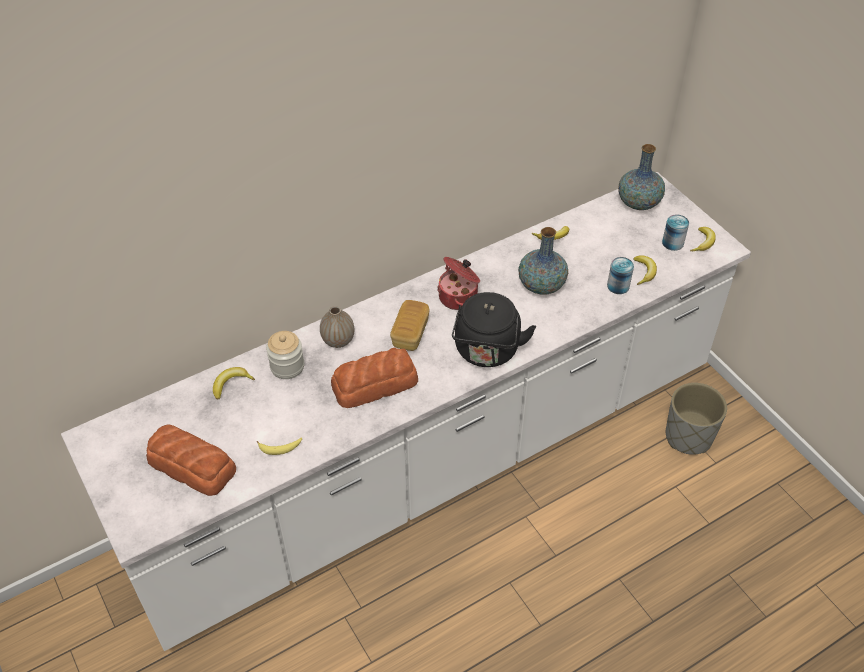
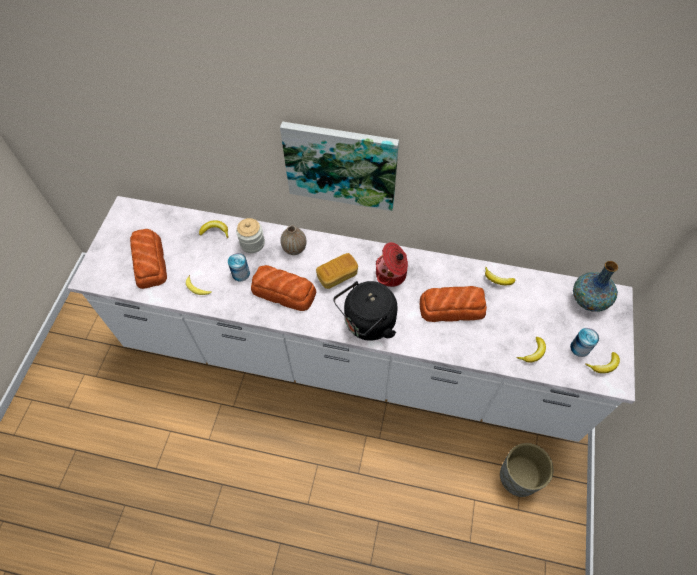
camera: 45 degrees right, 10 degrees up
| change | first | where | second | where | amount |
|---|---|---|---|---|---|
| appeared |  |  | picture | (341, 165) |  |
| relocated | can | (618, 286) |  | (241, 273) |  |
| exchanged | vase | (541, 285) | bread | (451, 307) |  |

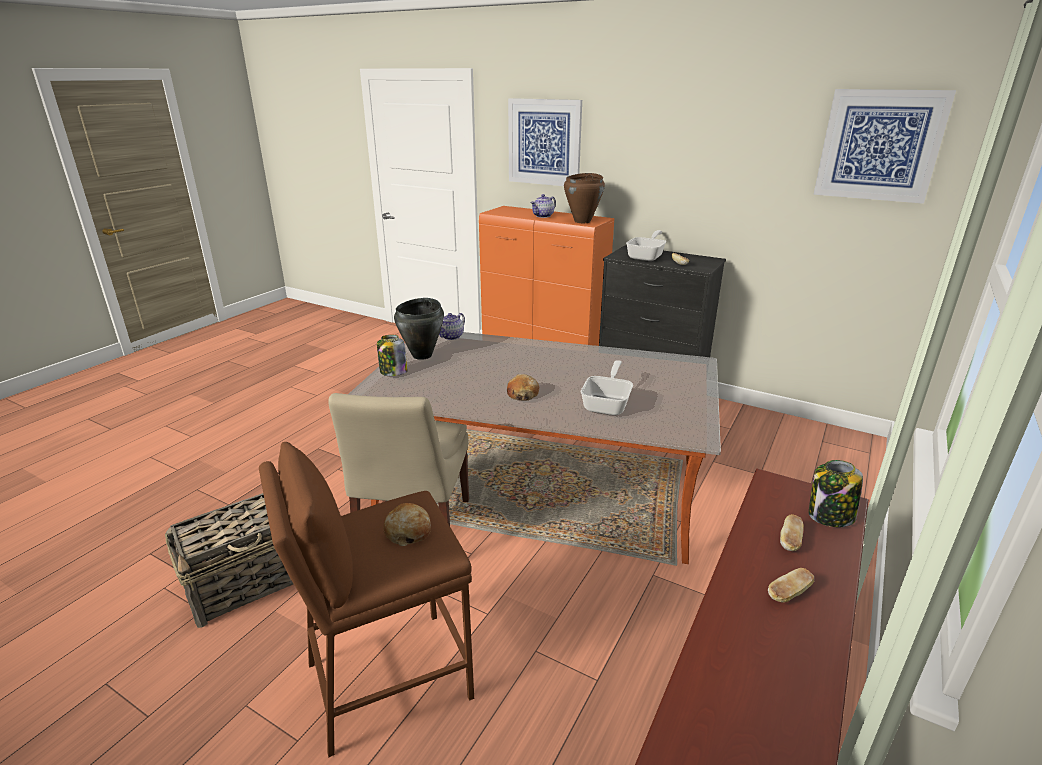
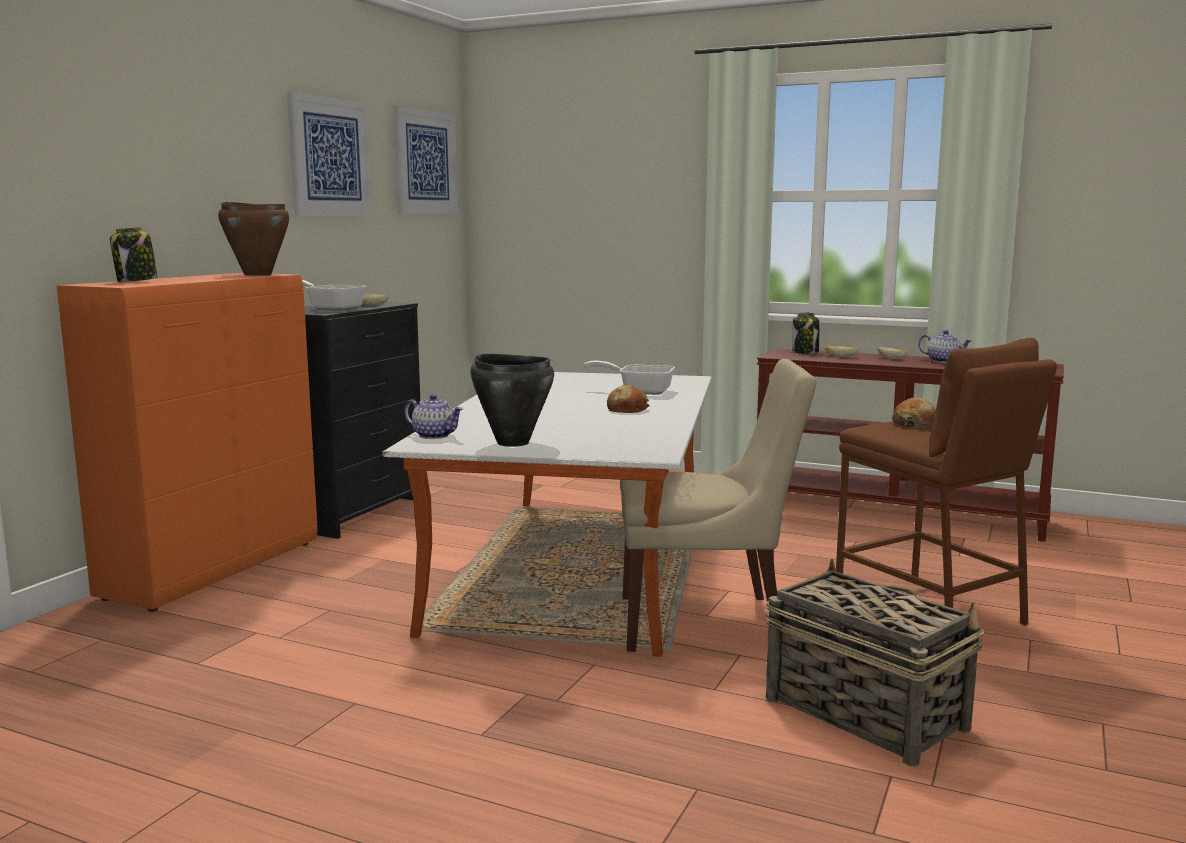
camera: 95 degrees left, 15 degrees down
| change | first | where | second | where | amount |
|---|---|---|---|---|---|
| relocated | jar | (393, 372) |  | (136, 281) |  |
| relocated | picture | (544, 142) |  | (330, 157) |  |
| relocated | teapot | (543, 216) |  | (944, 361) |  |

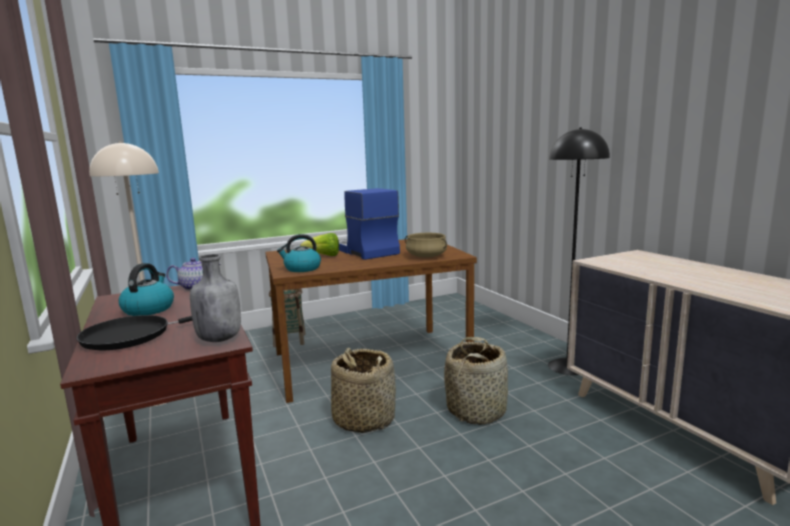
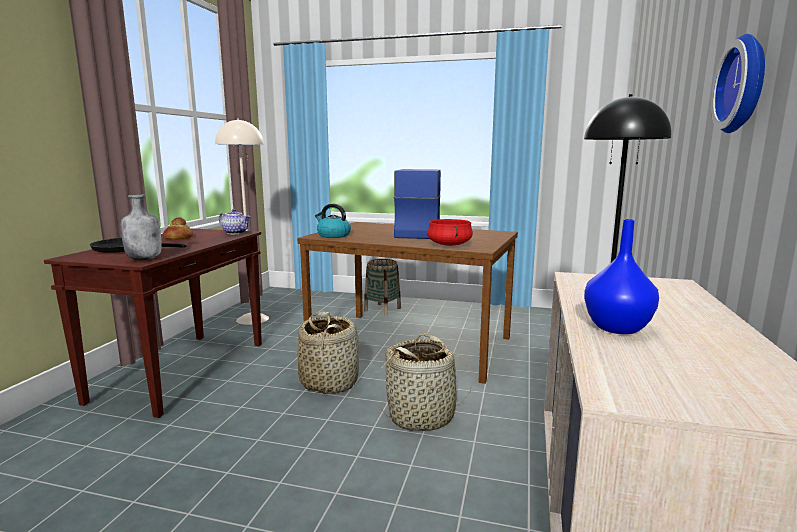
camera: 40 degrees right, 0 degrees up
| change | first | where | second | where | amount |
|---|---|---|---|---|---|
| missing | lettuce | (324, 256) |  |  |  |
| appeared |  |  | blue vase | (615, 327) |  |
| appeared |  |  | wall clock | (746, 84) |  |
| exchanged | kettle | (149, 309) | bread | (178, 238) |  |
| colour | beige cooking pot | (426, 256) | red cooking pot | (449, 244) |  |

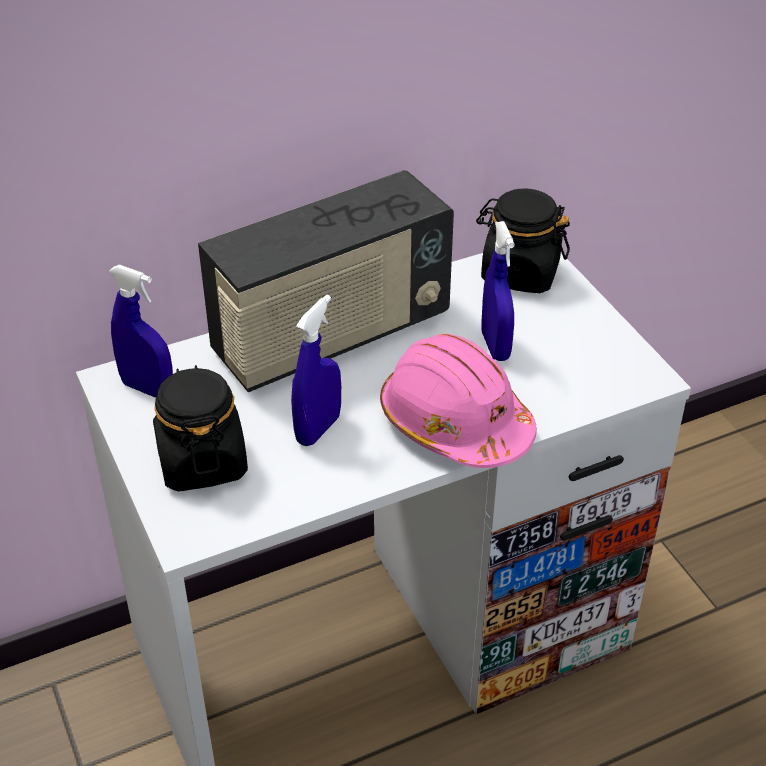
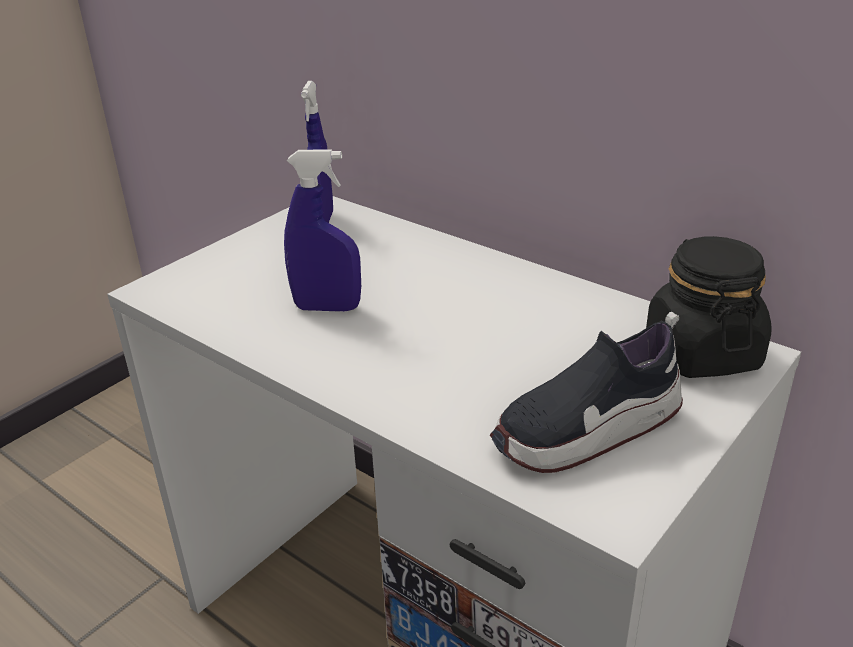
camera: 65 degrees right, 10 degrees down
| change | first | where | second | where | amount |
|---|---|---|---|---|---|
| missing | black jar | (202, 461) |  |  |  |
| missing | radio | (331, 336) |  |  |  |
| missing | pink hard hat | (455, 423) |  |  |  |
| missing | blue spray bottle | (495, 346) |  |  |  |
| appeared |  |  | shoe | (587, 431) |  |

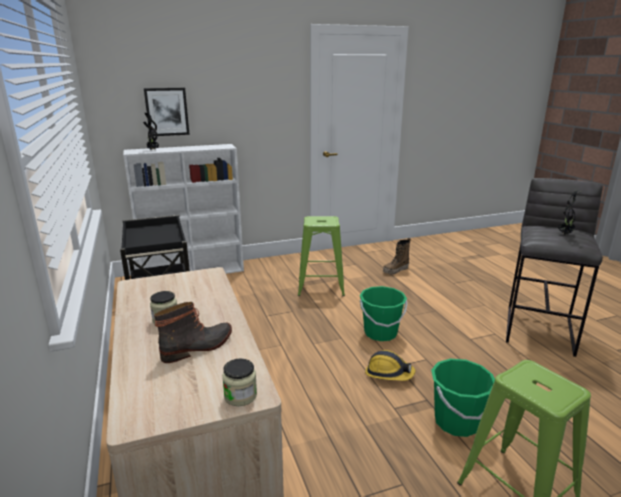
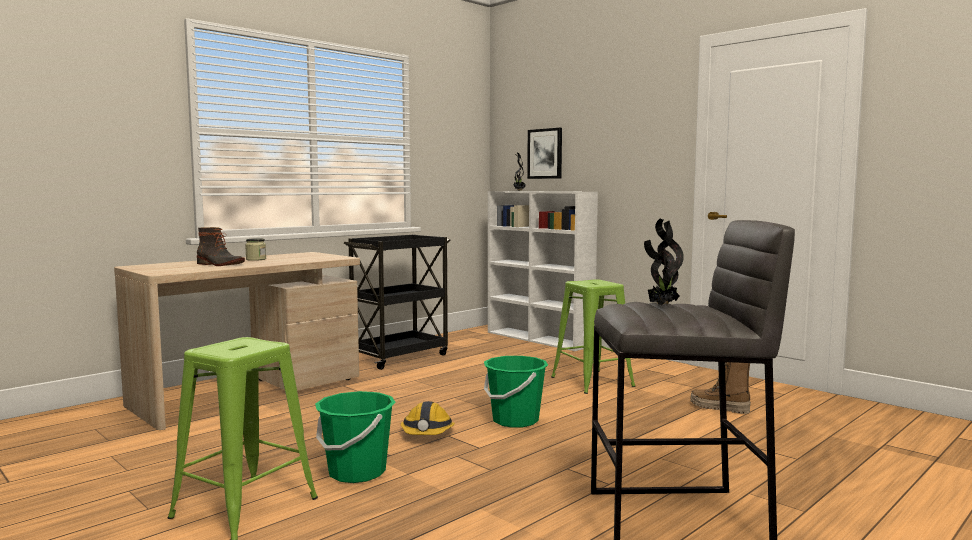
camera: 65 degrees right, 15 degrees down
| change | first | where | second | where | amount |
|---|---|---|---|---|---|
| missing | jar | (240, 395) |  |  |  |

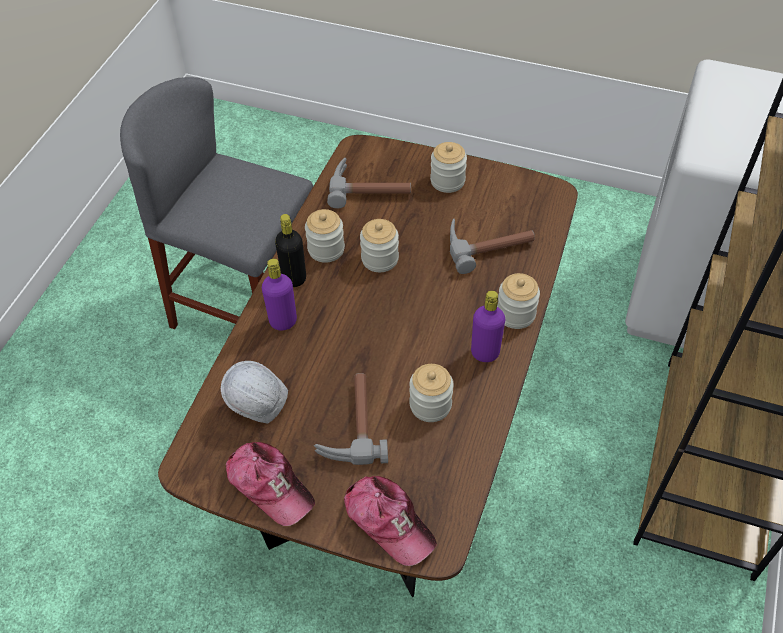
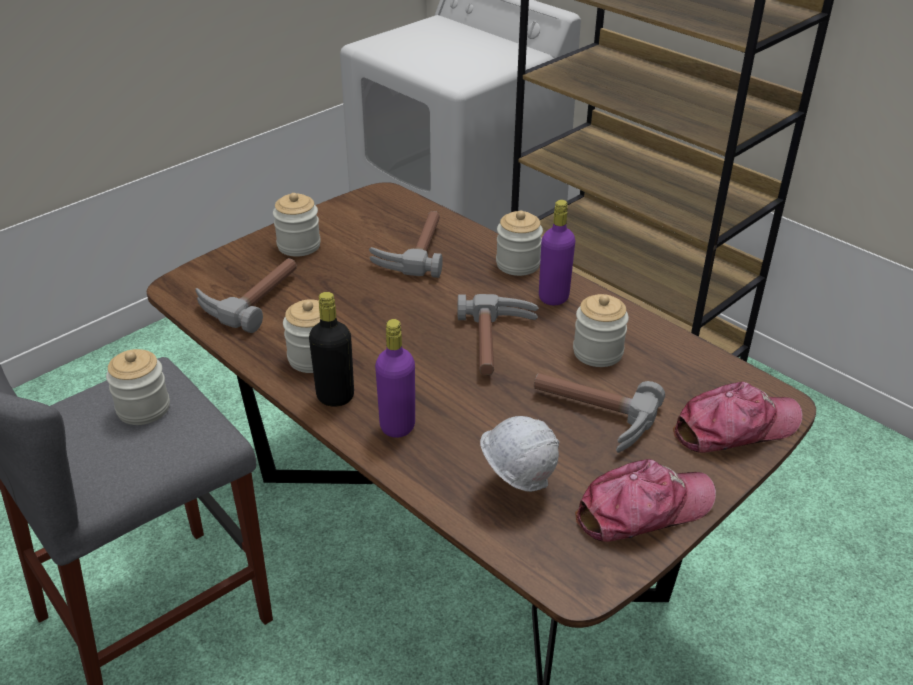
camera: 65 degrees left, 15 degrees down
| change | first | where | second | where | amount |
|---|---|---|---|---|---|
| appeared |  |  | hammer | (498, 344) |  |
| relocated | jar | (380, 259) |  | (143, 408) |  |

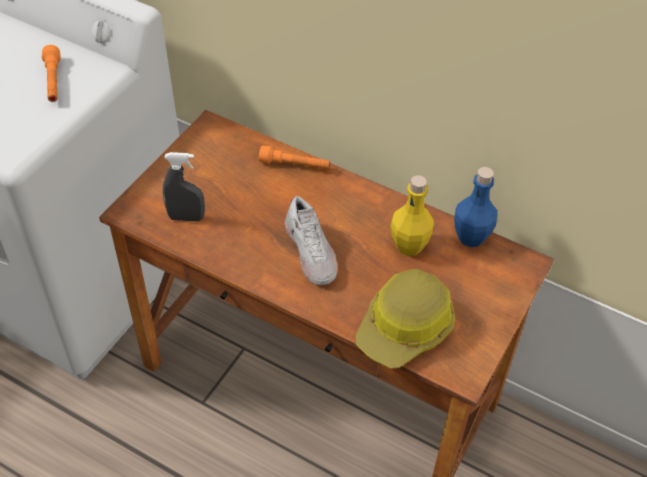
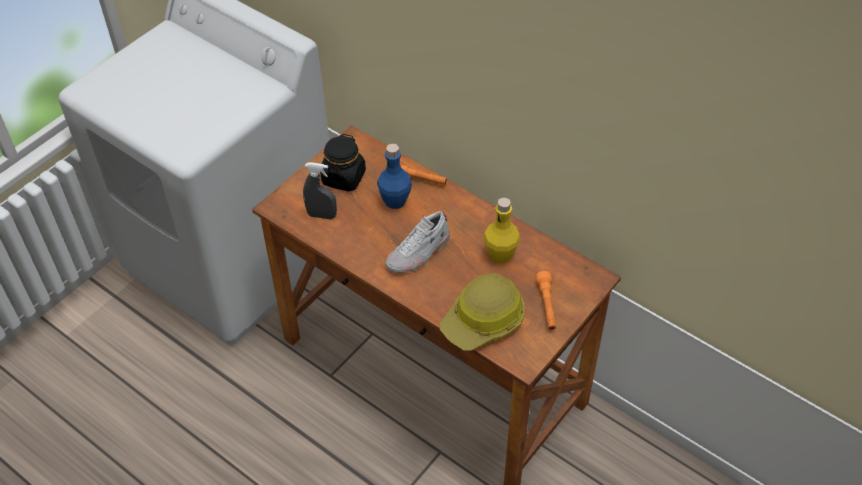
camera: 10 degrees right, 0 degrees up
| change | first | where | second | where | amount |
|---|---|---|---|---|---|
| appeared |  |  | black jar | (343, 178) |  |
| relocated | orange flashlight | (53, 81) |  | (547, 306) |  |
| relocated | blue bottle | (471, 237) |  | (395, 201) |  |
| spun | white shoe | (311, 252) |  | (419, 253) | 60 degrees clockwise |

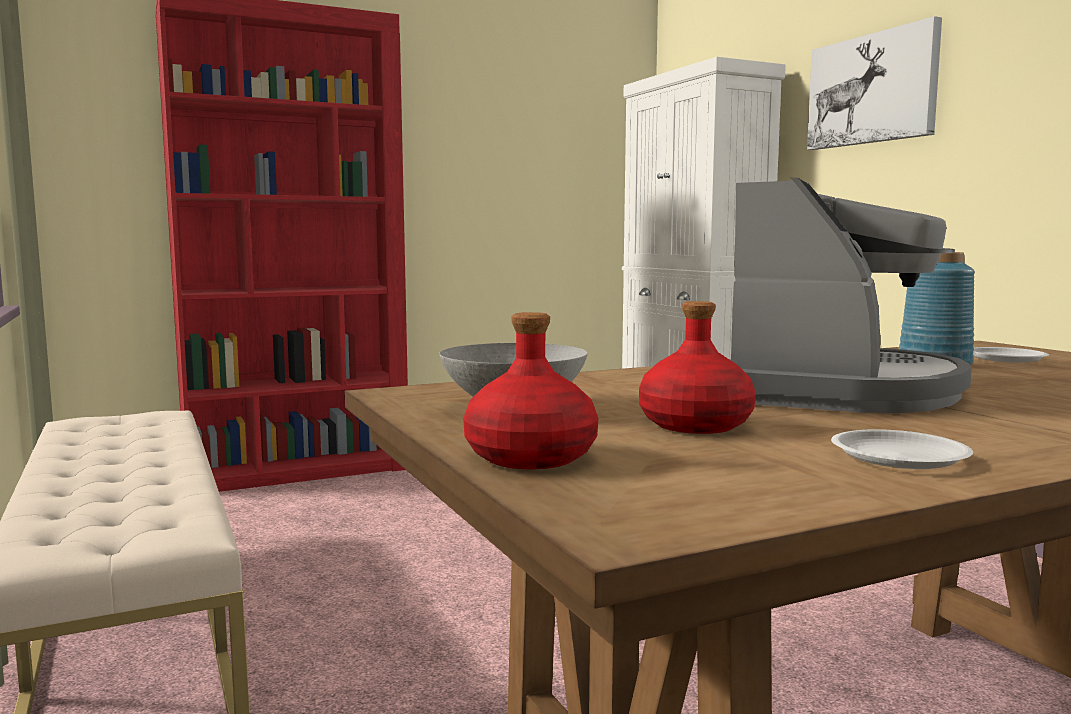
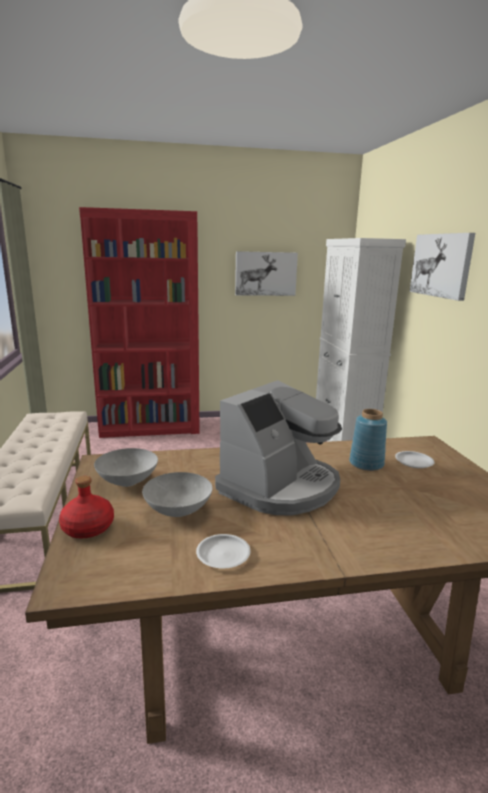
camera: 15 degrees right, 10 degrees up
| change | first | where | second | where | amount |
|---|---|---|---|---|---|
| appeared |  |  | picture | (265, 273) |  |
| exchanged | red bottle | (694, 424) | grey bowl | (179, 510) |  |

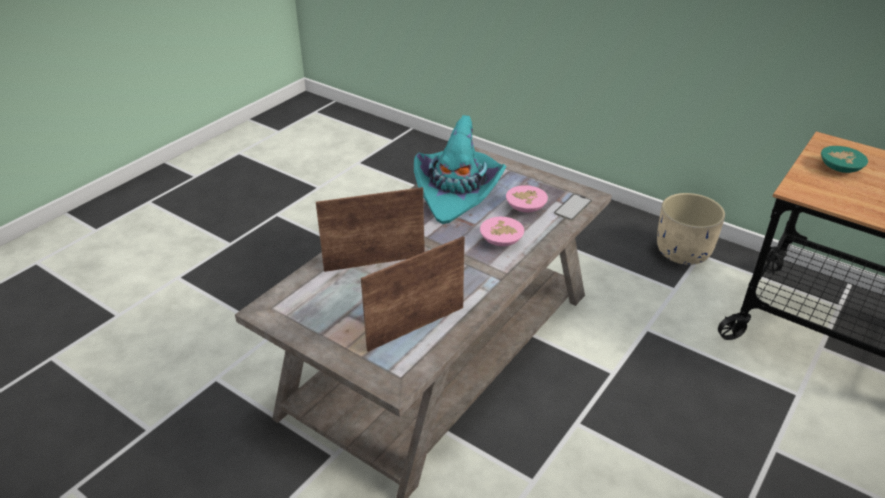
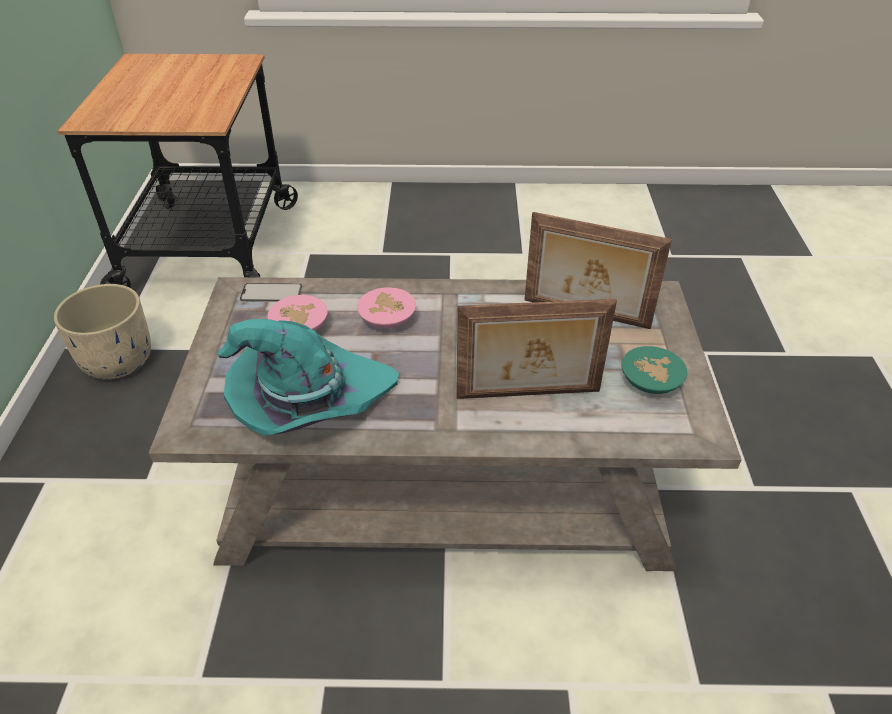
camera: 125 degrees left, 5 degrees up
| change | first | where | second | where | amount |
|---|---|---|---|---|---|
| relocated | turquoise bowl | (838, 167) |  | (651, 383) |  |
| spun | picture frame | (374, 262) |  | (528, 396) | 45 degrees counterclockwise |

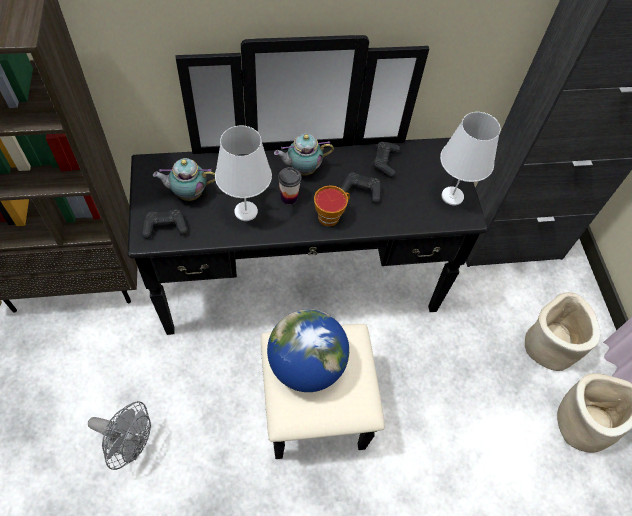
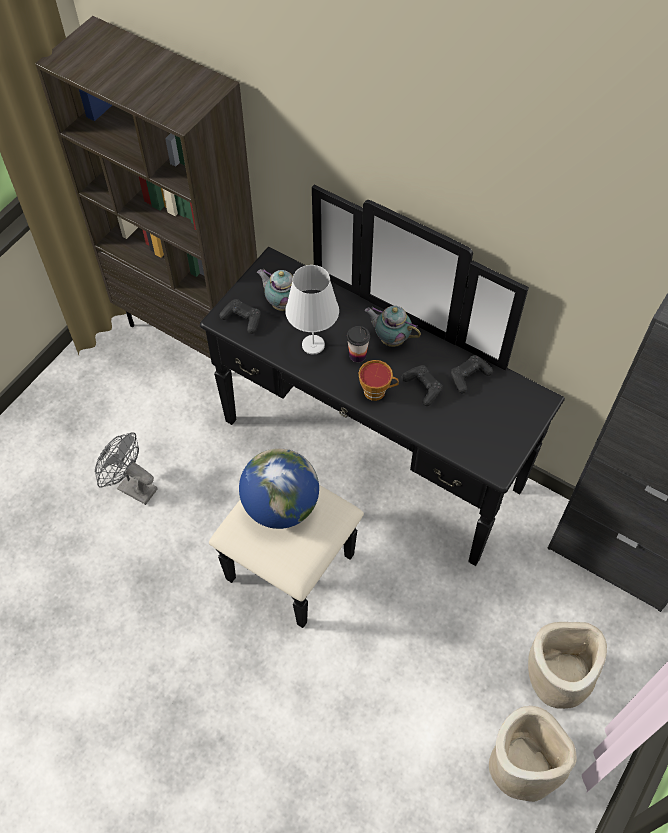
camera: 45 degrees right, 0 degrees up
| change | first | where | second | where | amount |
|---|---|---|---|---|---|
| missing | white table lamp | (452, 196) |  |  |  |
| spun | grey fan | (131, 445) |  | (131, 487) | 150 degrees clockwise |

